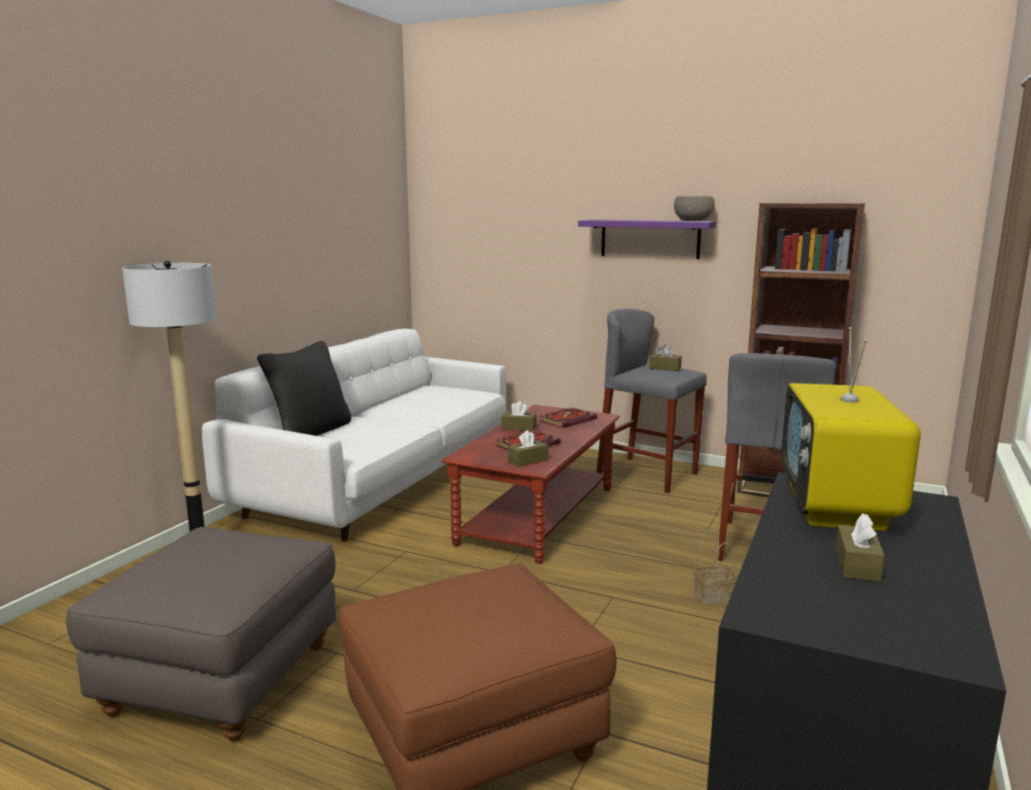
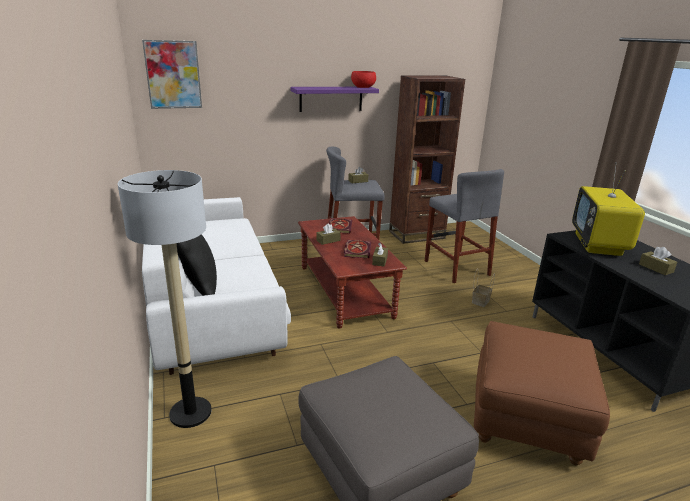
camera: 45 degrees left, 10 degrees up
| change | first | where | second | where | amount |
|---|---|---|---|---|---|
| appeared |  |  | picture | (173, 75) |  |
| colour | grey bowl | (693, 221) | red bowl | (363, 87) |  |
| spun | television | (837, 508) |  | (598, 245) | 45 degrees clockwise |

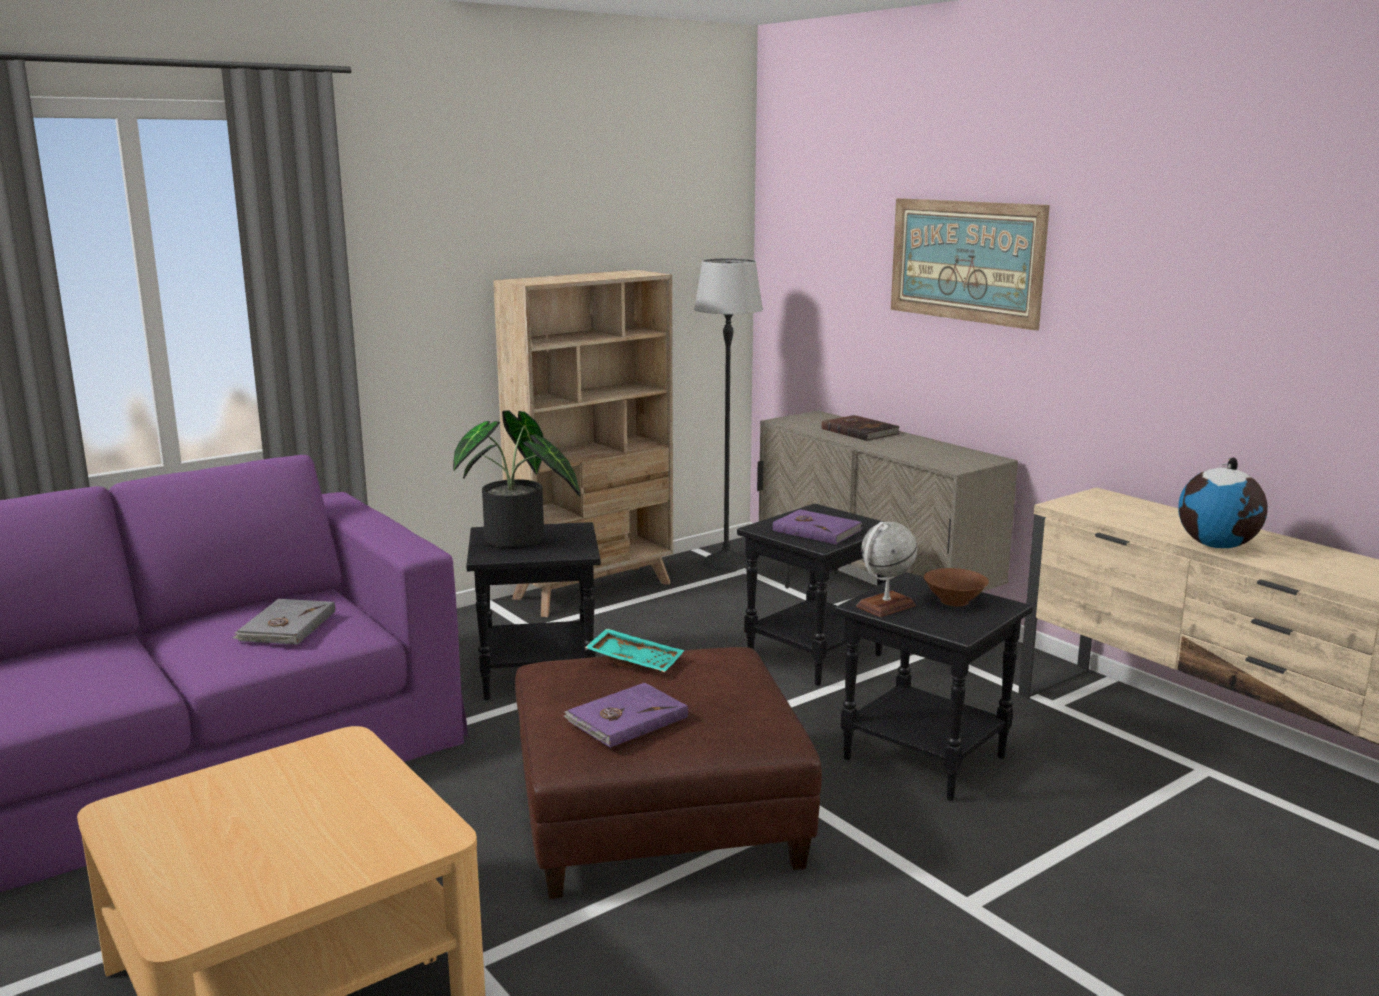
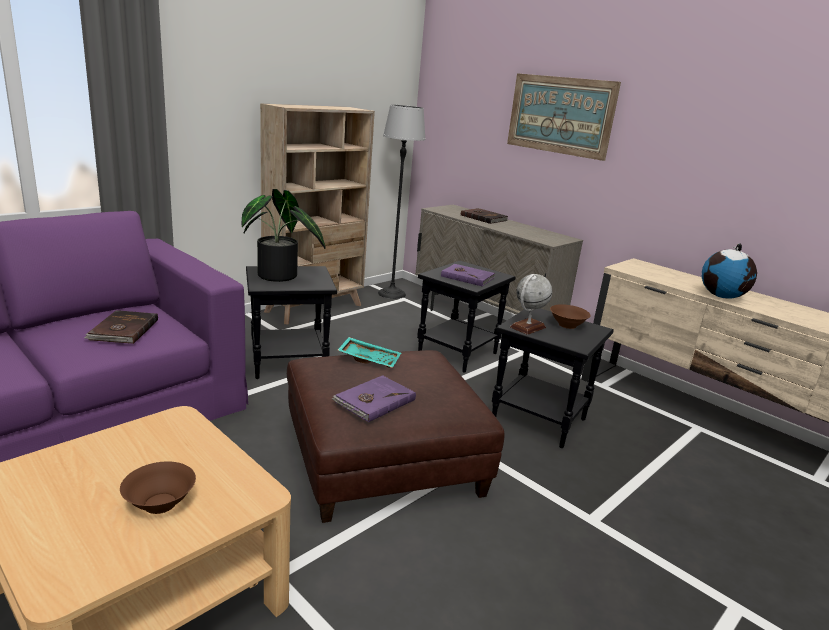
camera: 10 degrees left, 5 degrees up
| change | first | where | second | where | amount |
|---|---|---|---|---|---|
| appeared |  |  | brown bowl | (160, 504) |  |
| colour | grey book | (286, 626) | brown book | (123, 330) |  |

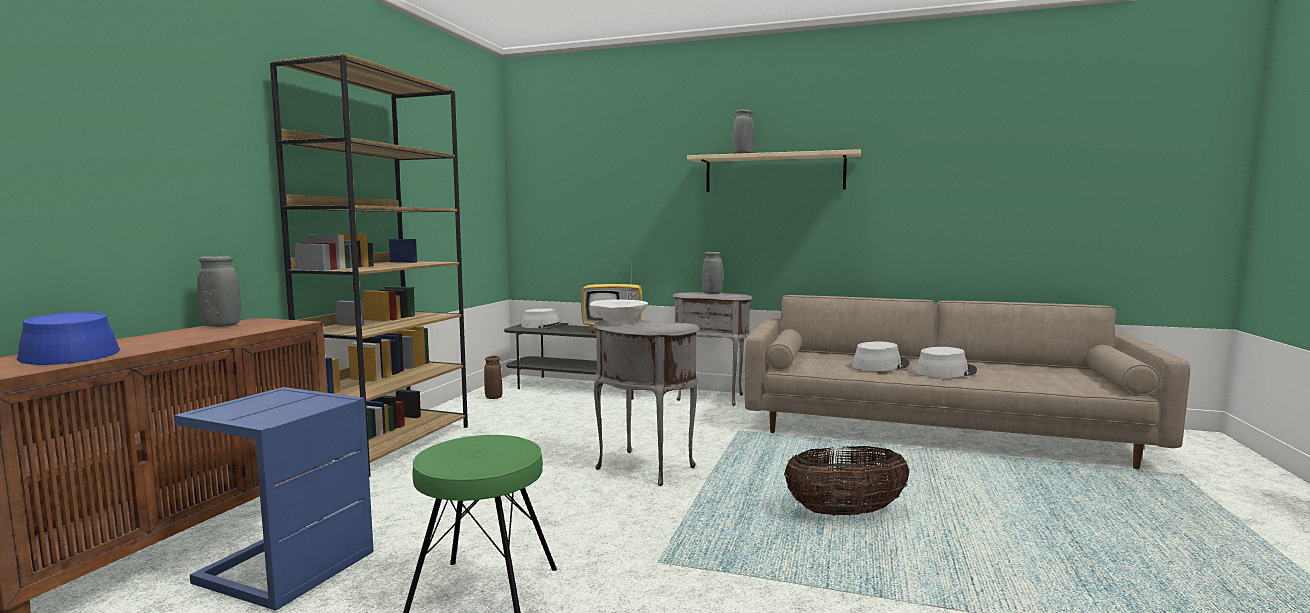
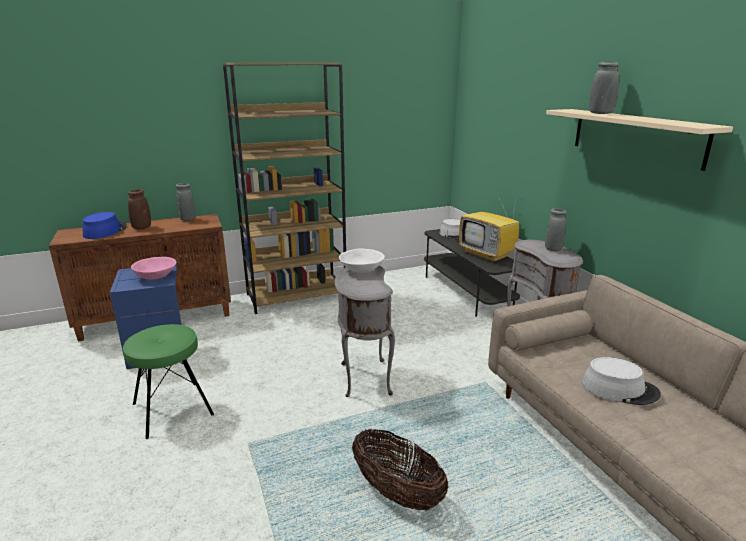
camera: 50 degrees right, 15 degrees up
| change | first | where | second | where | amount |
|---|---|---|---|---|---|
| missing | grey hat | (945, 372) |  |  |  |
| appeared |  |  | pink bowl | (156, 276) |  |
| relocated | brown vase | (493, 397) |  | (142, 228) |  |

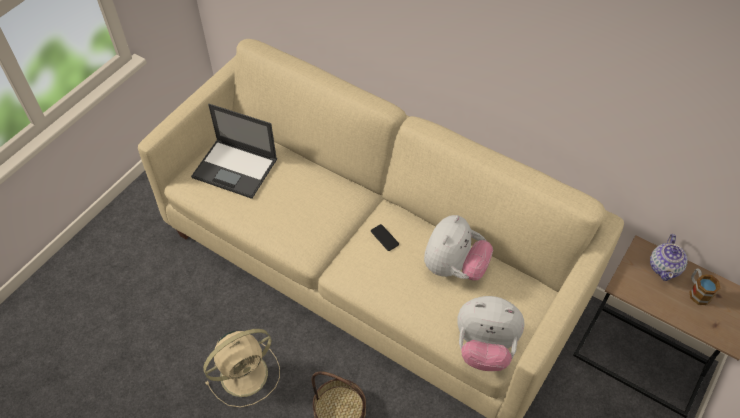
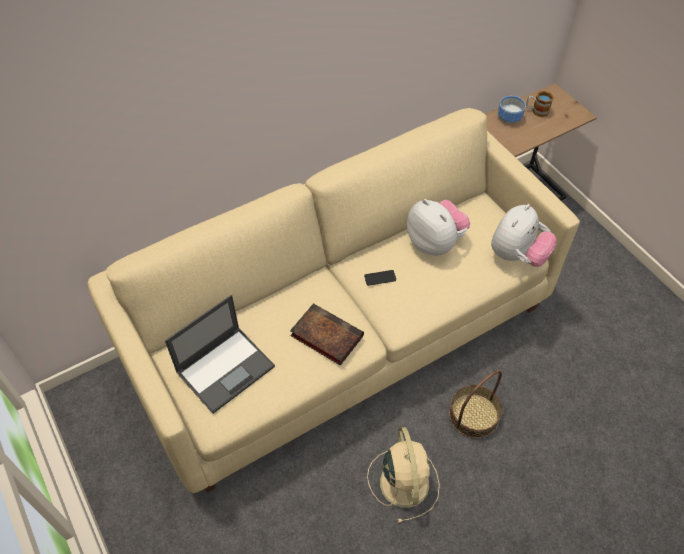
camera: 65 degrees left, 0 degrees up
| change | first | where | second | where | amount |
|---|---|---|---|---|---|
| appeared |  |  | book | (325, 335) |  |
| exchanged | teapot | (664, 267) | bowl | (509, 117) |  |

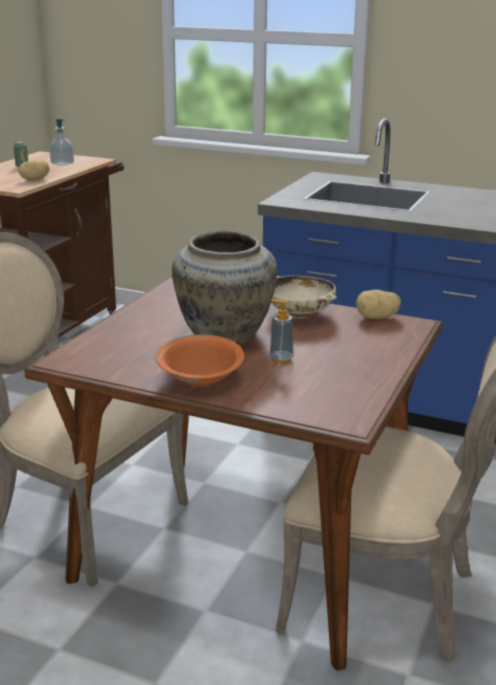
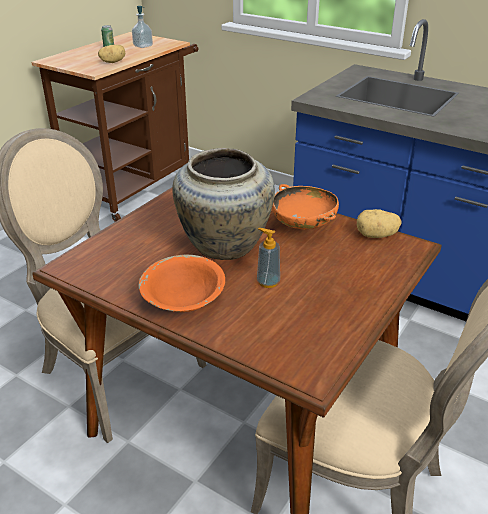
camera: 10 degrees right, 10 degrees up
| change | first | where | second | where | amount |
|---|---|---|---|---|---|
| colour | beige bowl | (300, 314) | orange bowl | (303, 225) |  |

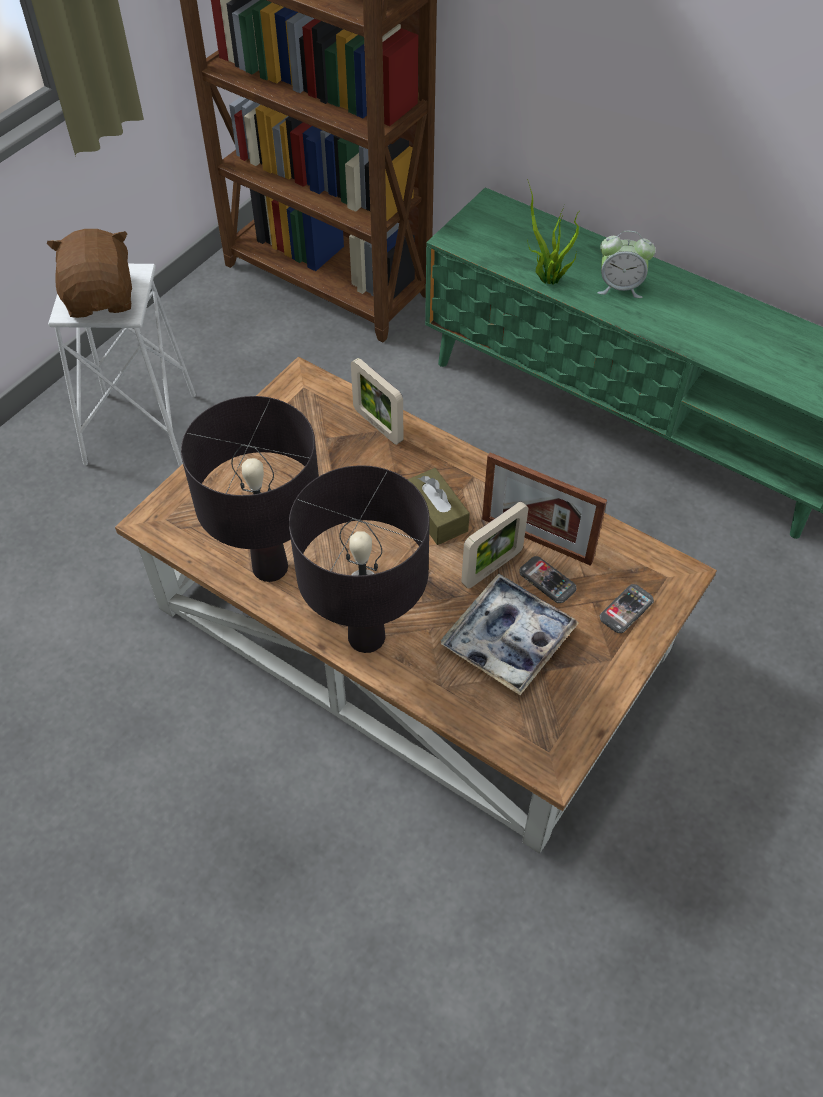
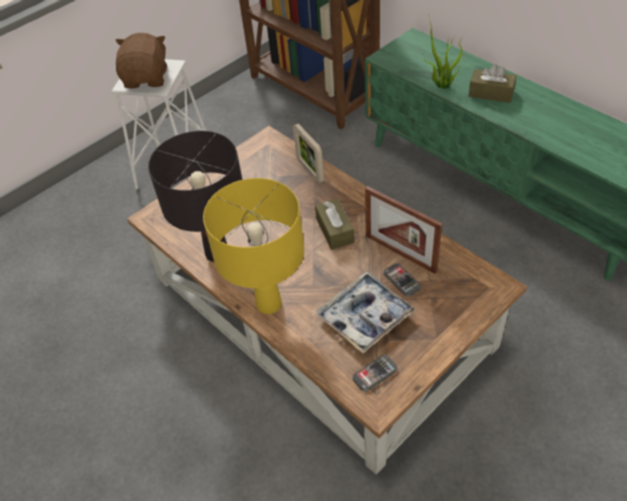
camera: 15 degrees right, 5 degrees down
| change | first | where | second | where | amount |
|---|---|---|---|---|---|
| missing | picture frame | (492, 568) |  |  |  |
| relocated | phone | (626, 609) |  | (375, 374) |  |
| exchanged | alarm clock | (620, 287) | brown tissue box | (491, 93) |  |
| colour | black table lamp | (367, 638) | yellow table lamp | (269, 304) |  |

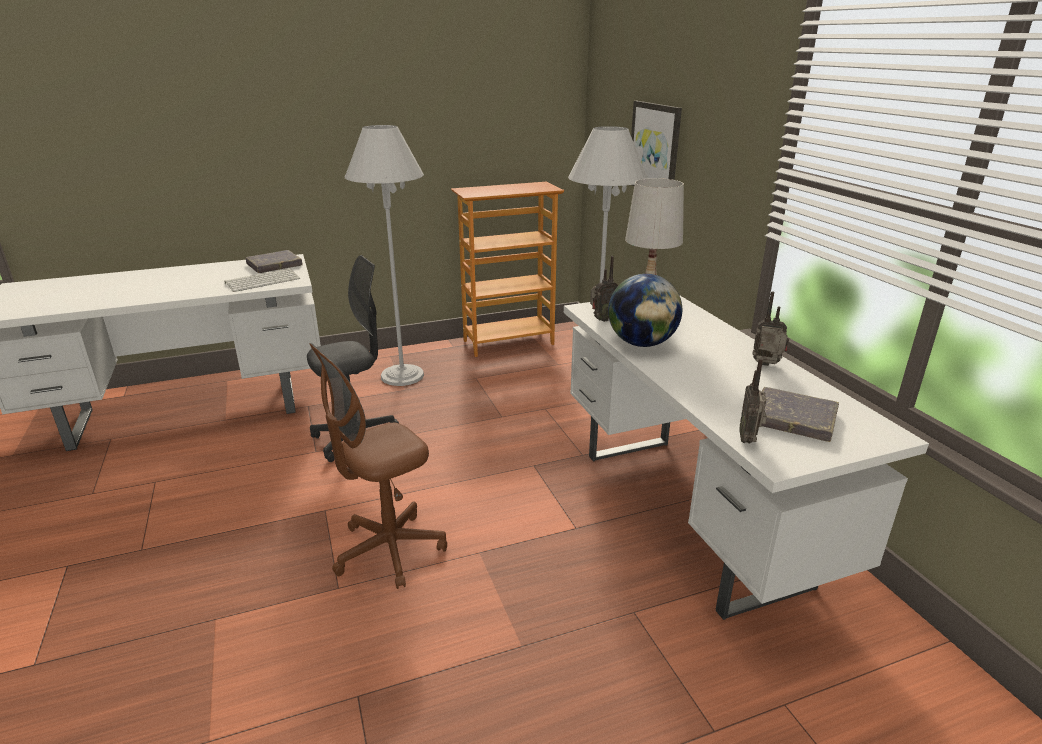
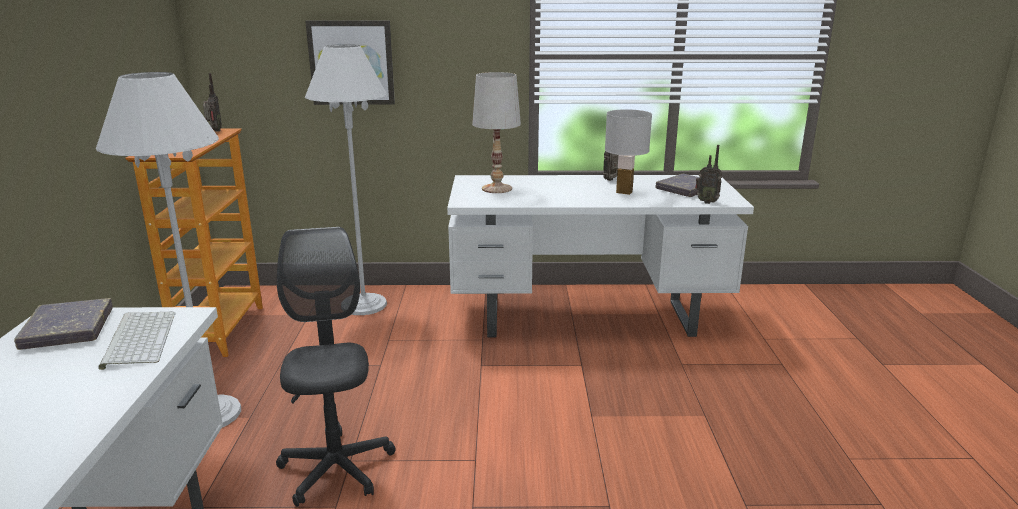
camera: 70 degrees left, 5 degrees down
| change | first | where | second | where | amount |
|---|---|---|---|---|---|
| missing | brown office chair | (389, 550) |  |  |  |
| missing | globe | (641, 343) |  |  |  |
| appeared |  |  | white table lamp | (624, 192) |  |
| relocated | radio | (601, 319) |  | (214, 131) |  |

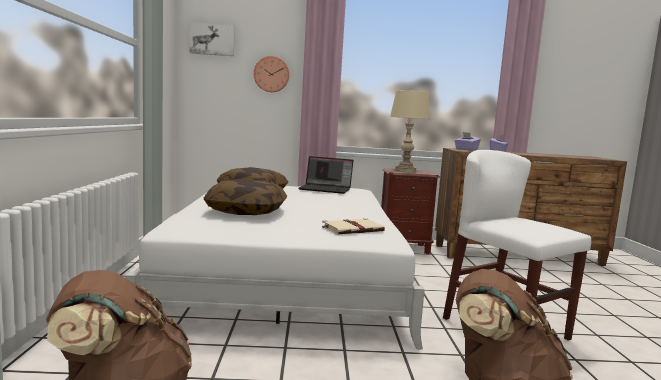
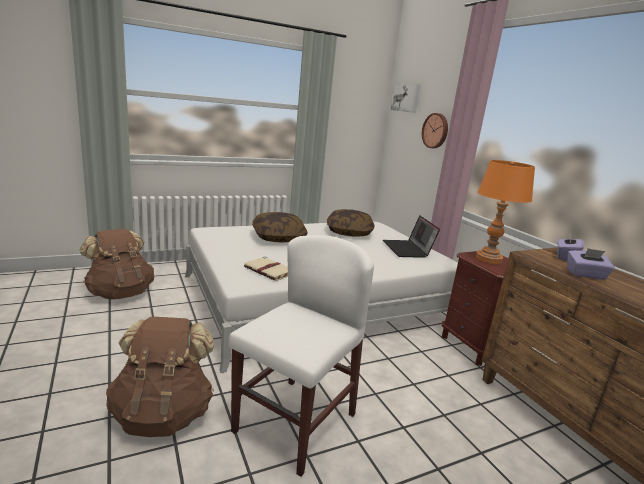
camera: 65 degrees right, 10 degrees up
| change | first | where | second | where | amount |
|---|---|---|---|---|---|
| colour | beige table lamp | (405, 171) | orange table lamp | (488, 259) |  |

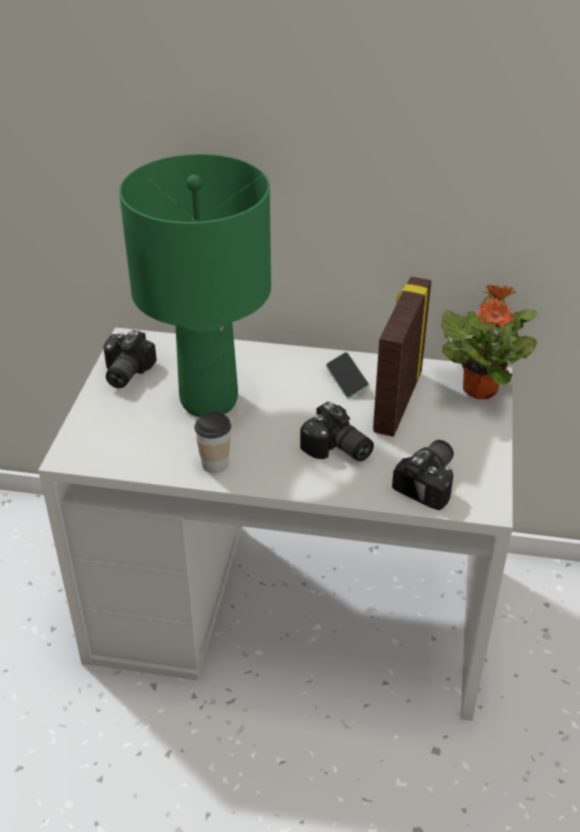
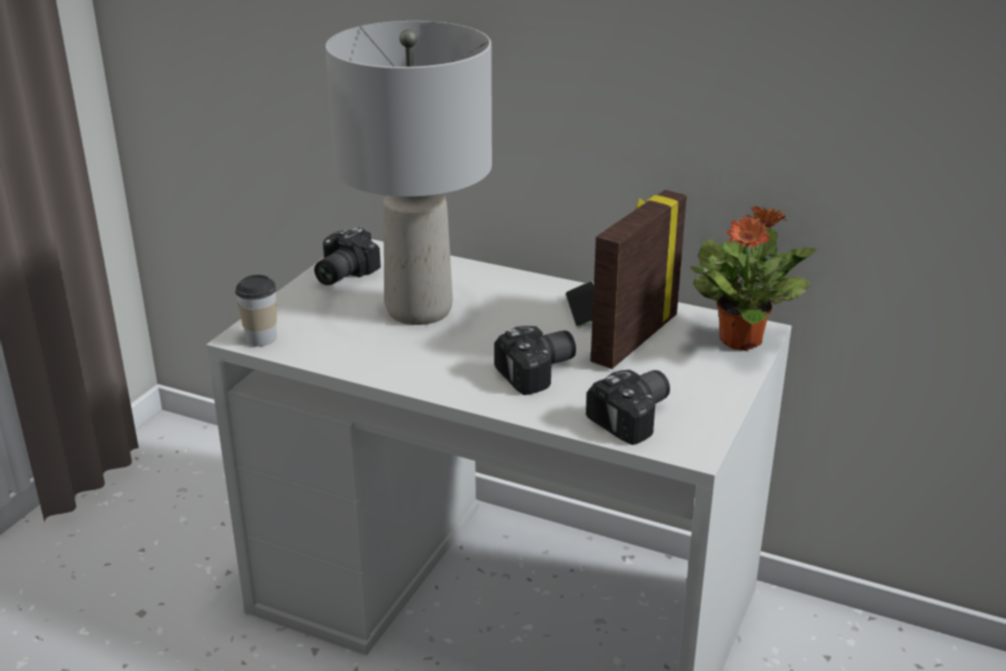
camera: 15 degrees right, 10 degrees down
| change | first | where | second | where | amount |
|---|---|---|---|---|---|
| relocated | cup | (215, 464) |  | (261, 338) |  |
| colour | green table lamp | (210, 401) | grey table lamp | (420, 310) |  |
| spun | photo camera | (337, 450) |  | (539, 373) | 90 degrees counterclockwise |

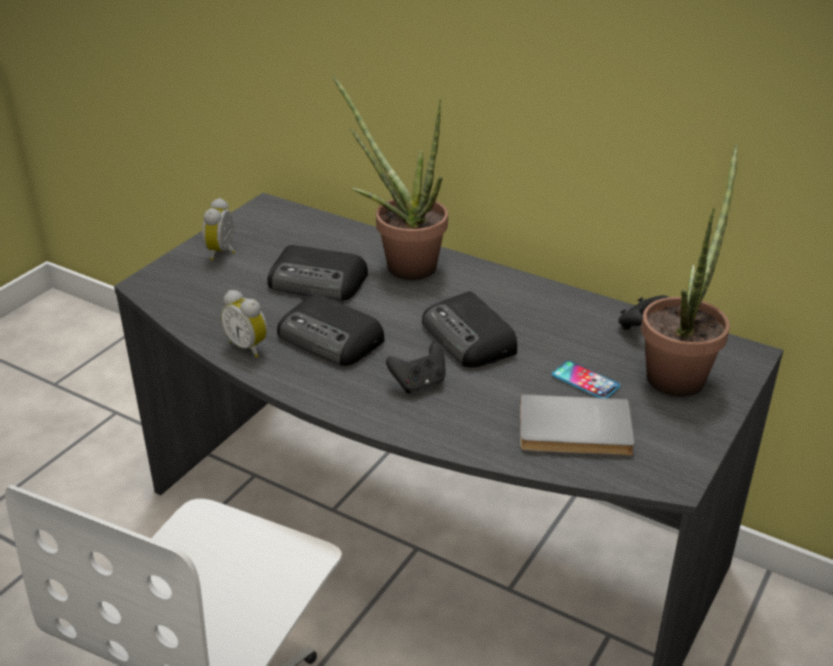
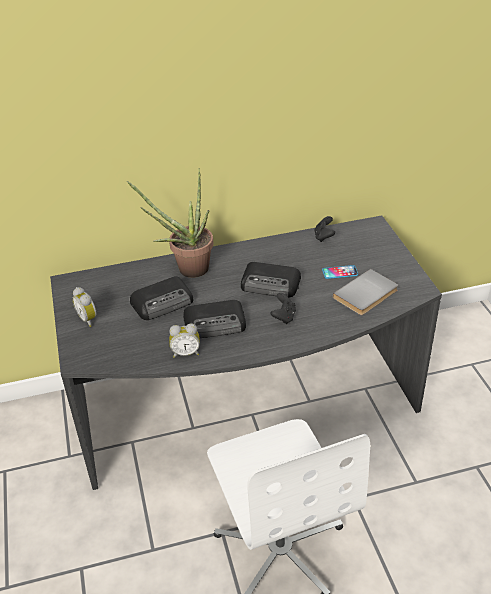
camera: 45 degrees left, 5 degrees up
| change | first | where | second | where | amount |
|---|---|---|---|---|---|
| missing | potted plant | (679, 372) |  |  |  |

